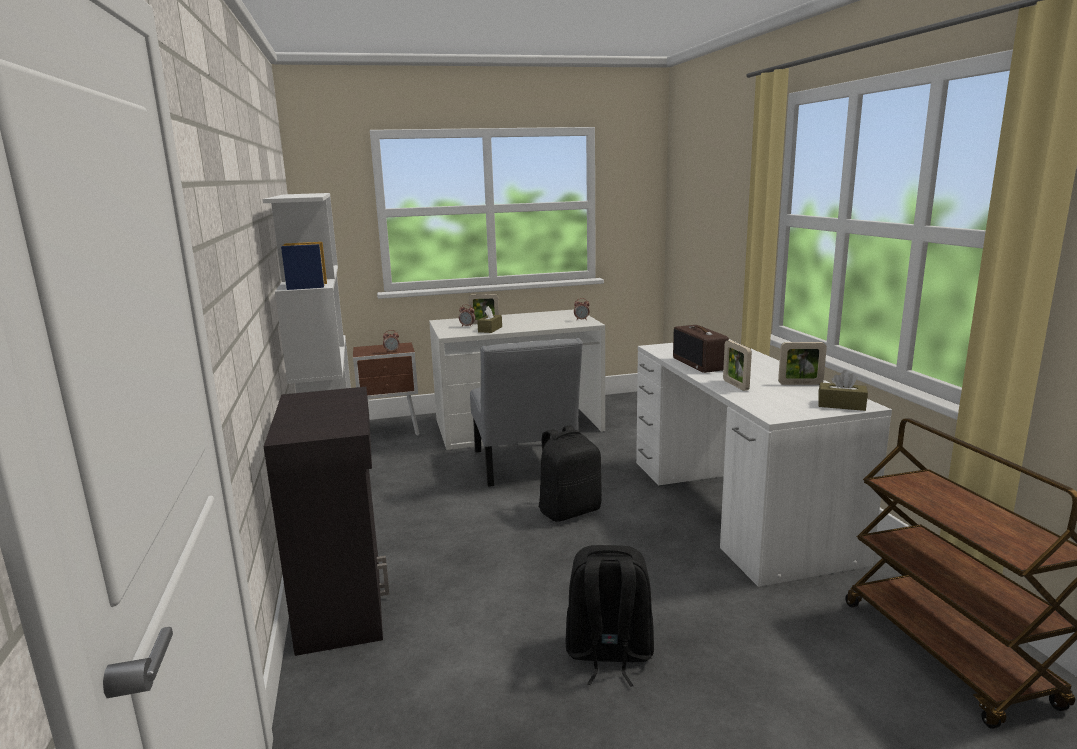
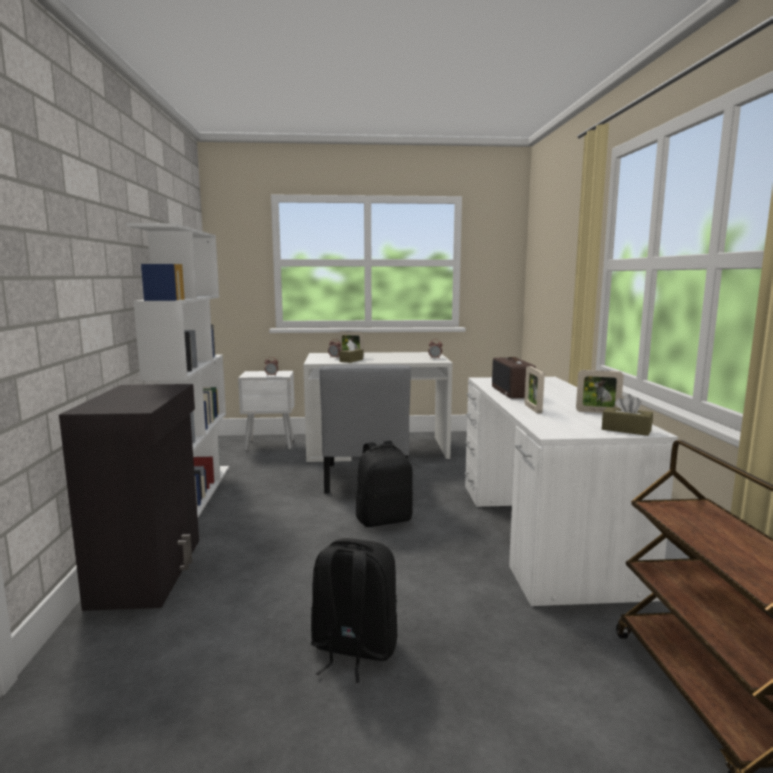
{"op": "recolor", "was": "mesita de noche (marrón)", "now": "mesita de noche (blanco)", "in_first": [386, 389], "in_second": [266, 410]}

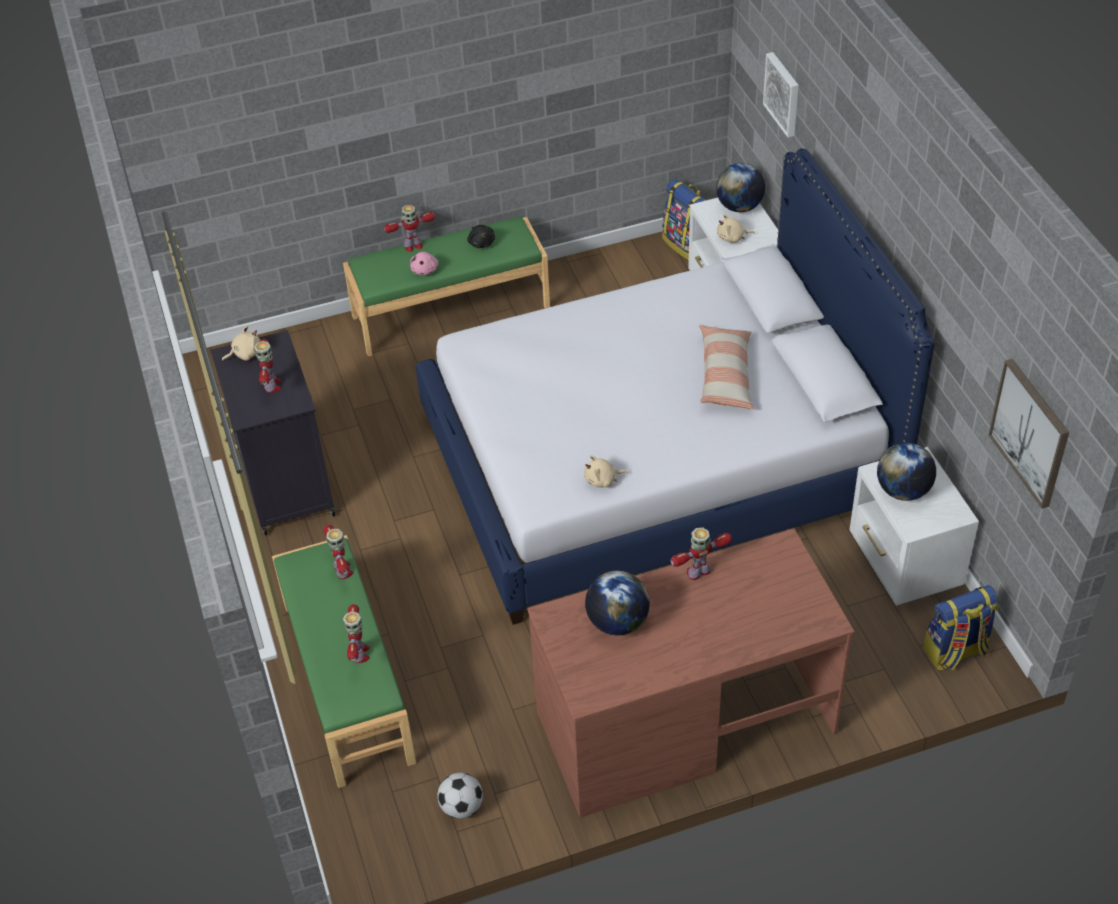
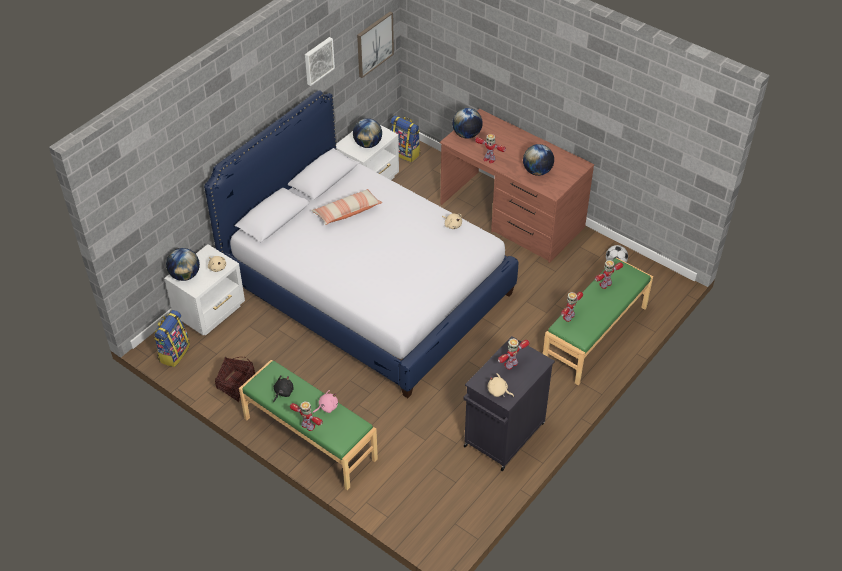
{"op": "insert", "now": "cesta", "in_second": [235, 379]}
{"op": "insert", "now": "globo terráqueo", "in_second": [467, 123]}
{"op": "move", "was": "cuadro", "in_first": [781, 94], "in_second": [320, 61]}

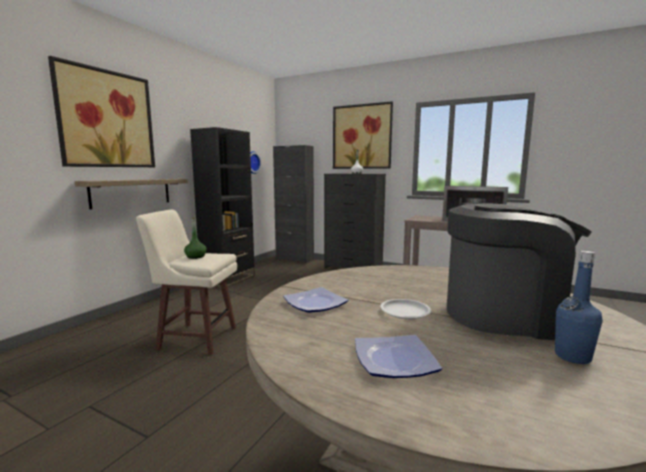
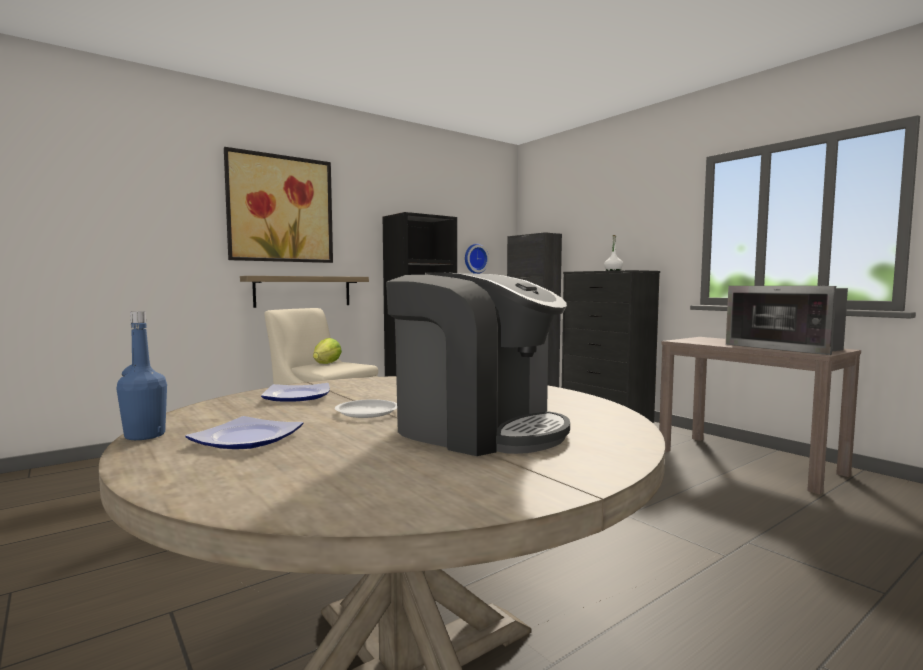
{"op": "delete", "was": "cuadro", "in_first": [363, 135]}
{"op": "move", "was": "botella (azul)", "in_first": [579, 307], "in_second": [141, 375]}
{"op": "replace", "was": "botella (verde)", "now": "lechuga", "in_first": [195, 238], "in_second": [327, 351]}

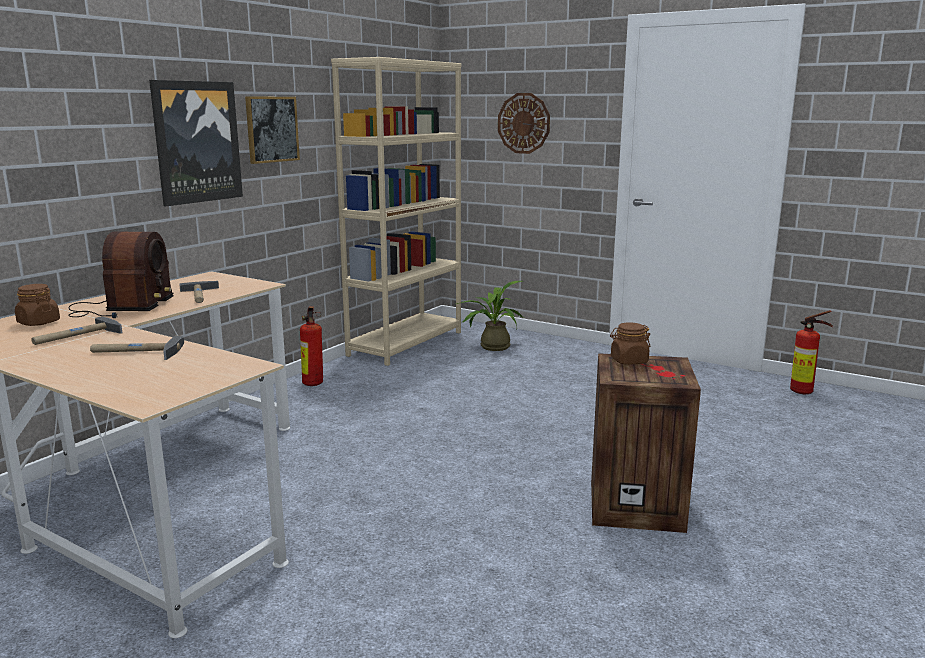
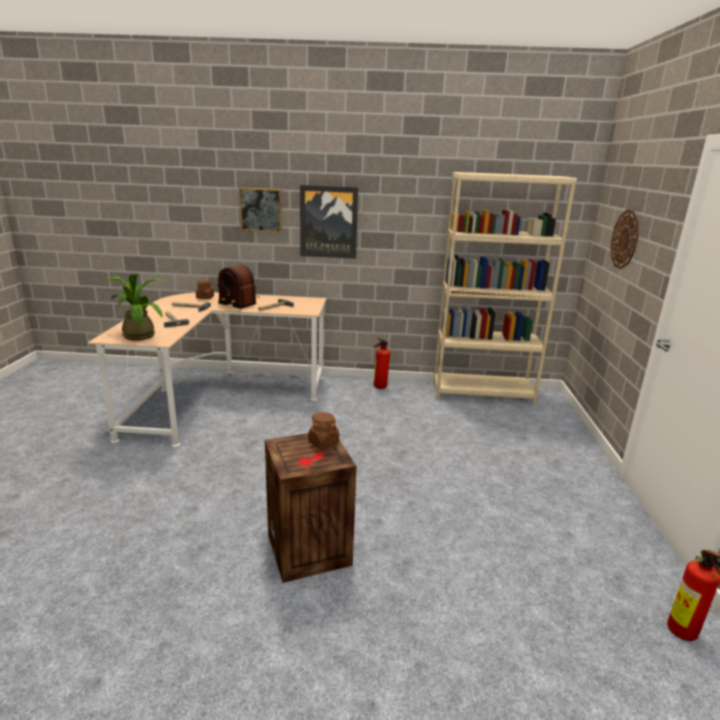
{"op": "move", "was": "cuadro", "in_first": [272, 130], "in_second": [260, 210]}
{"op": "move", "was": "planta en maceta", "in_first": [490, 316], "in_second": [134, 307]}
{"op": "rotate", "was": "radio", "in_first": [121, 275], "in_second": [239, 287], "clockwise": 60}

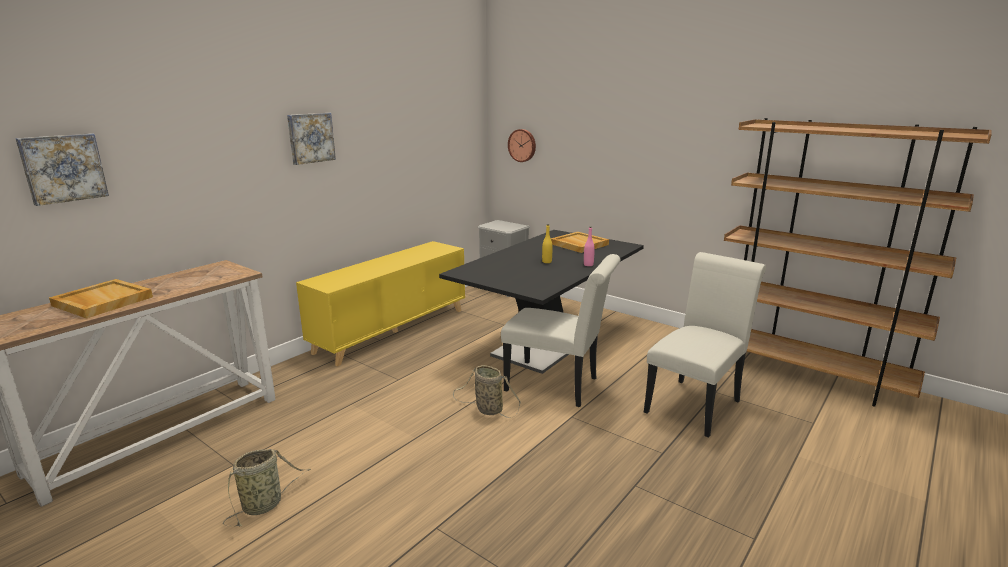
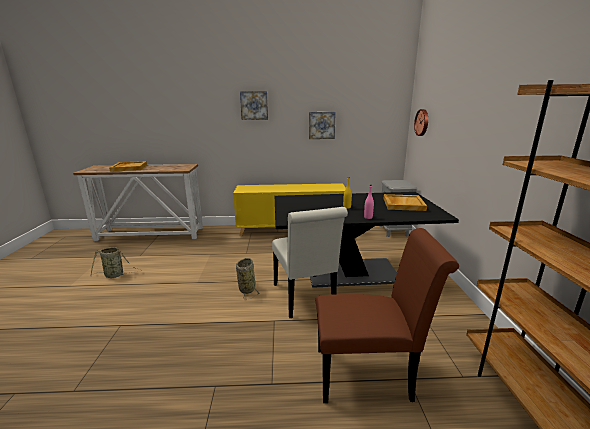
{"op": "move", "was": "cuadro", "in_first": [62, 169], "in_second": [322, 125]}
{"op": "recolor", "was": "silla (blanco)", "now": "silla (marrón)", "in_first": [705, 345], "in_second": [387, 315]}

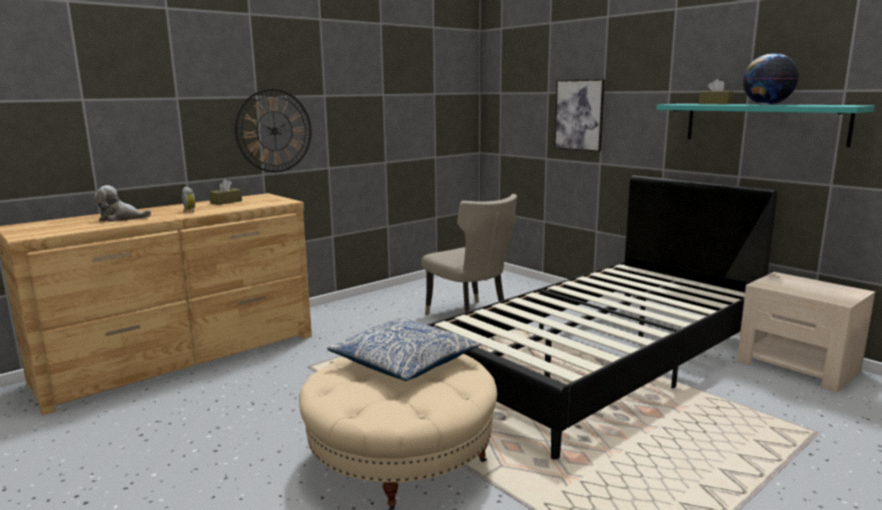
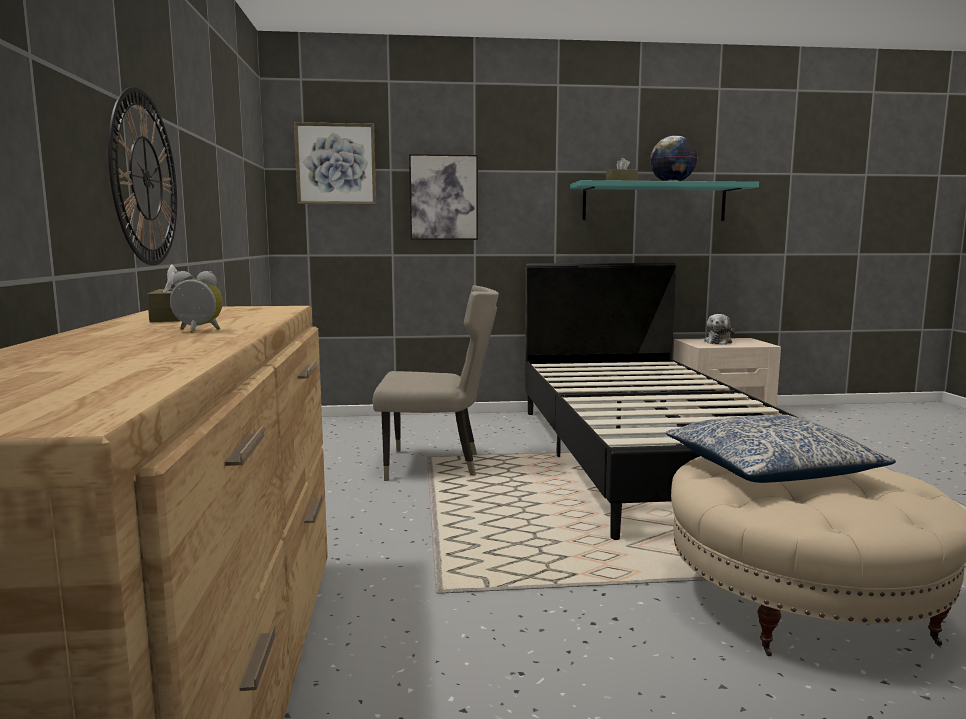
{"op": "insert", "now": "cuadro", "in_second": [335, 163]}
{"op": "move", "was": "peluche", "in_first": [122, 203], "in_second": [719, 329]}

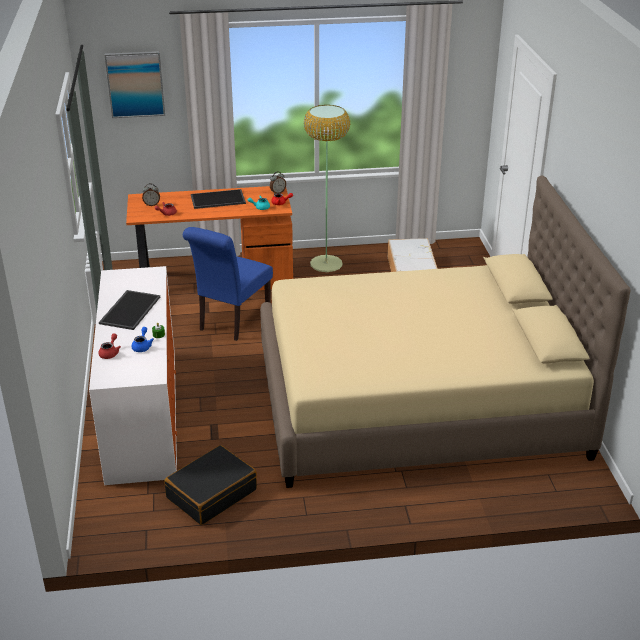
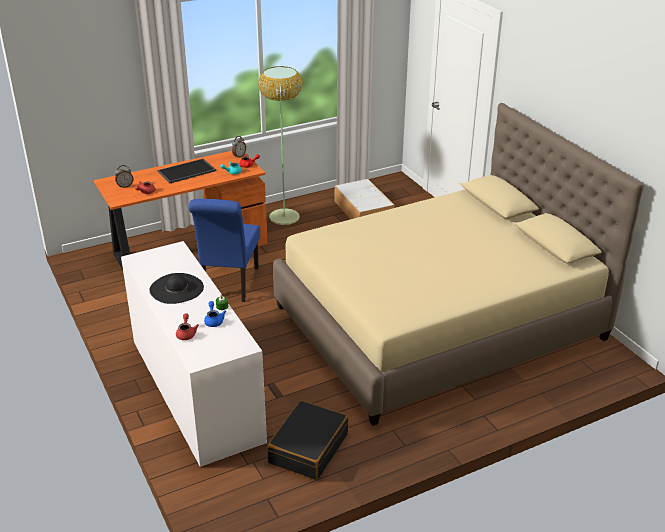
{"op": "delete", "was": "cuadro", "in_first": [135, 84]}
{"op": "replace", "was": "bandeja", "now": "sombrero (negro)", "in_first": [129, 310], "in_second": [177, 288]}

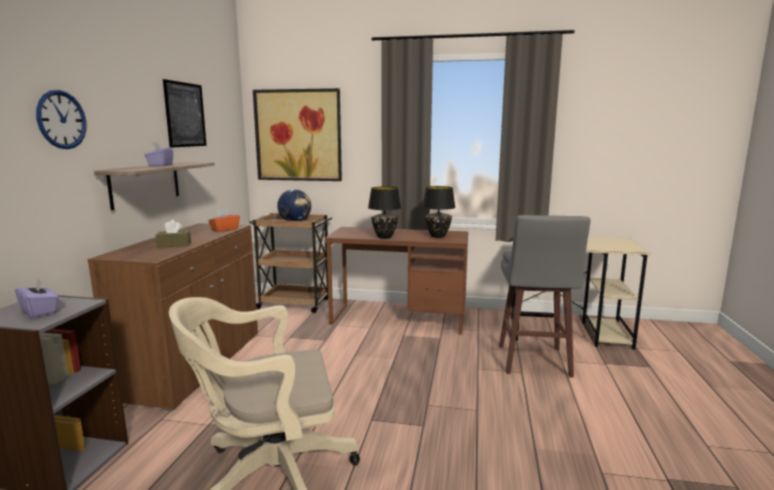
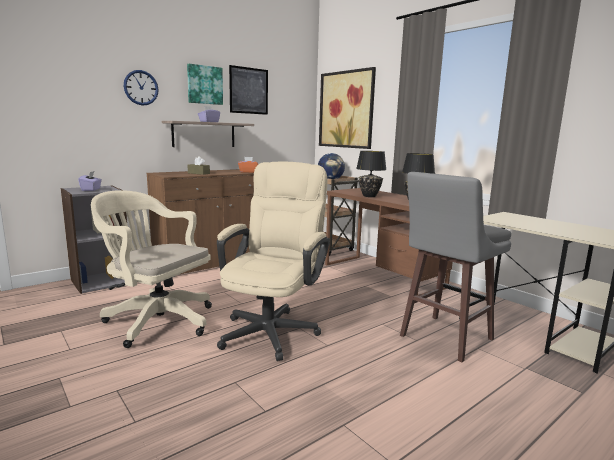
{"op": "insert", "now": "cuadro", "in_second": [205, 84]}
{"op": "insert", "now": "silla de oficina (beis)", "in_second": [273, 261]}

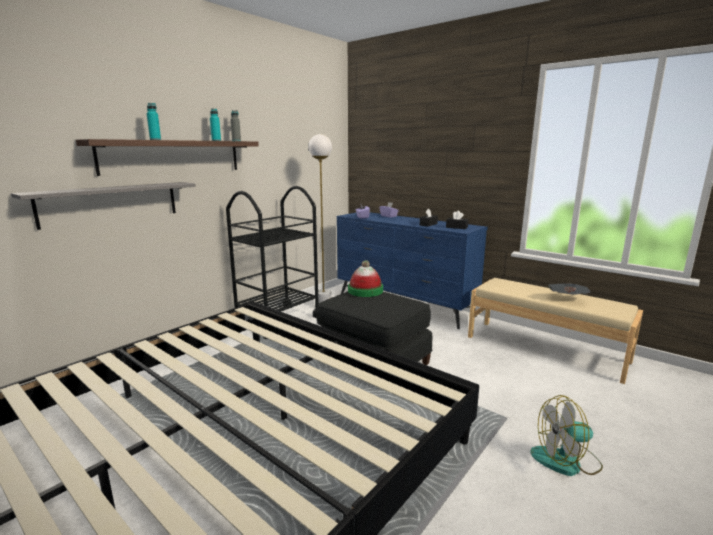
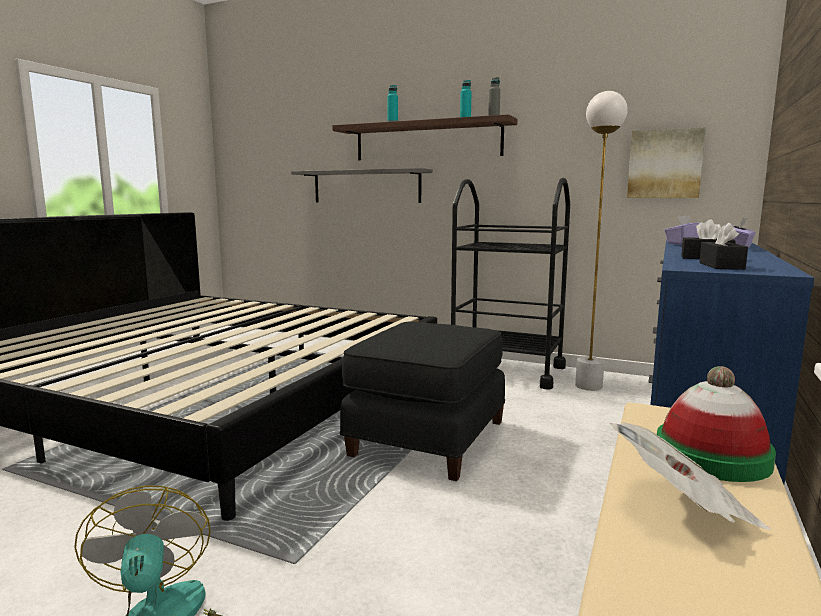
{"op": "insert", "now": "cuadro", "in_second": [666, 162]}
{"op": "move", "was": "sombrero", "in_first": [365, 278], "in_second": [716, 424]}

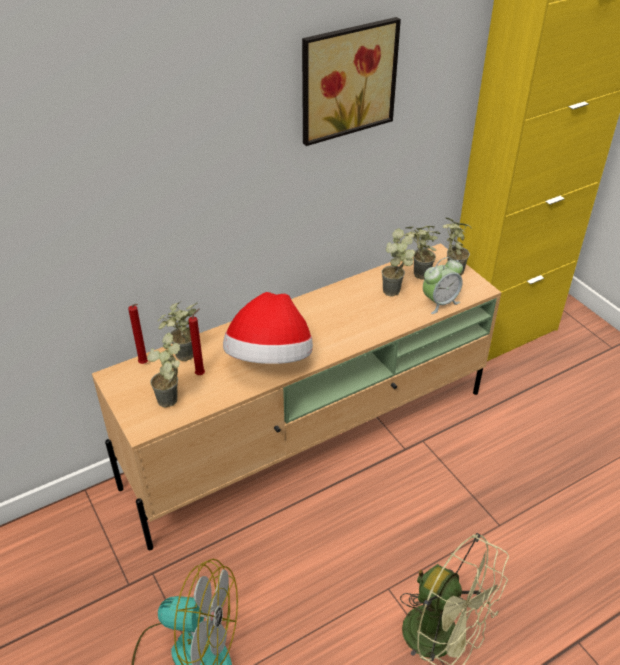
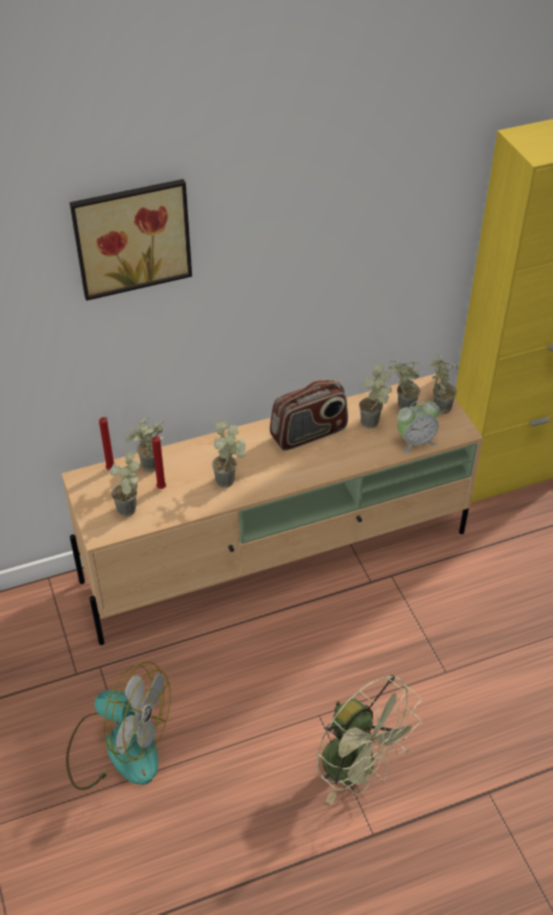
{"op": "insert", "now": "radio", "in_second": [309, 415]}
{"op": "move", "was": "cuadro", "in_first": [351, 81], "in_second": [131, 240]}
{"op": "replace", "was": "sombrero", "now": "planta en maceta", "in_first": [268, 328], "in_second": [229, 454]}

